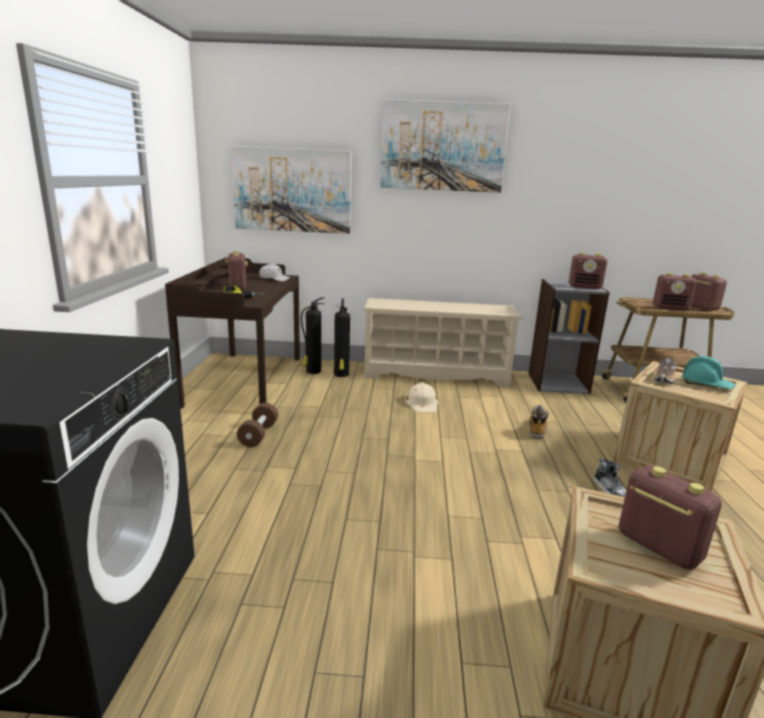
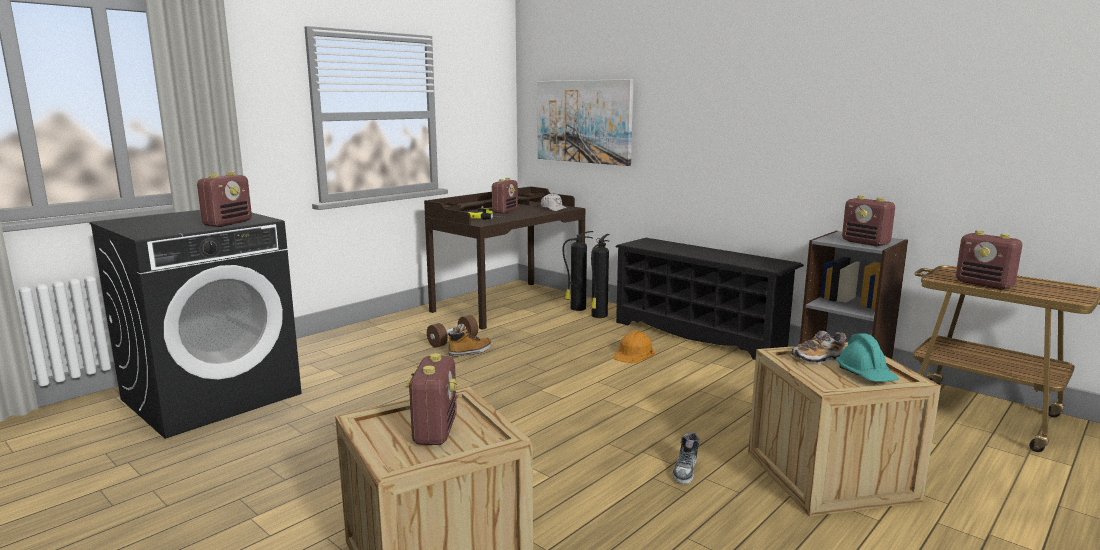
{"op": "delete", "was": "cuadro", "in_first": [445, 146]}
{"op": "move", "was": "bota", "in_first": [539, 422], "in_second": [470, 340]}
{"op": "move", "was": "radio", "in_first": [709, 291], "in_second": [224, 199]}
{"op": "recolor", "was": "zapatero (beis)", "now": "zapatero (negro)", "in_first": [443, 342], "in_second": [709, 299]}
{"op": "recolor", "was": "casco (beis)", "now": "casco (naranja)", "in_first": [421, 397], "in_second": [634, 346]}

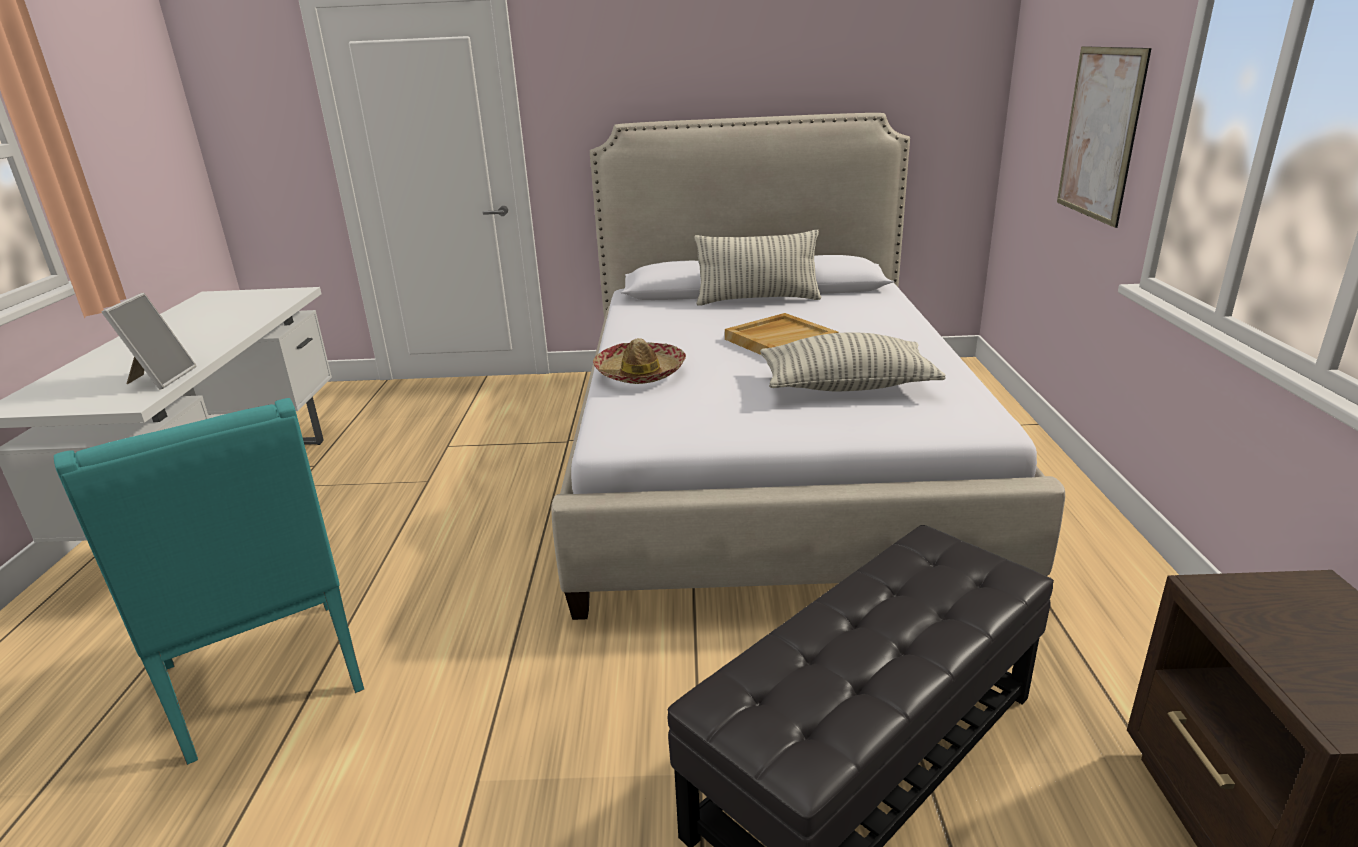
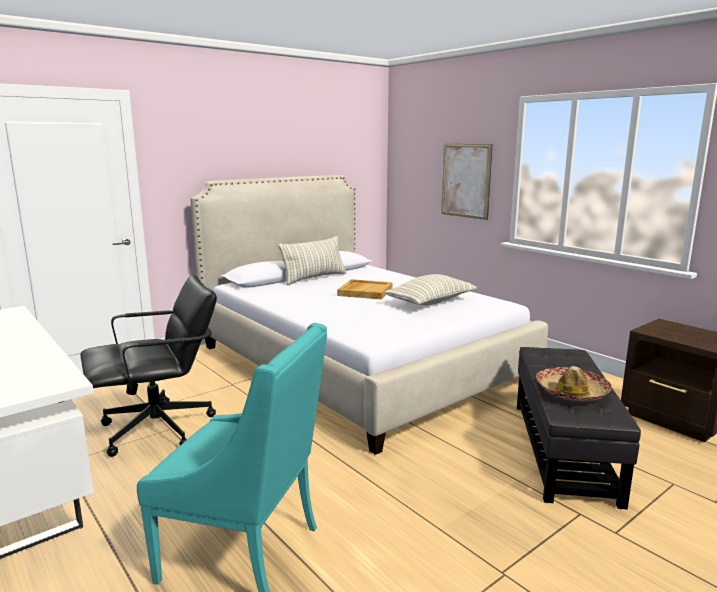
{"op": "delete", "was": "portarretratos", "in_first": [149, 341]}
{"op": "insert", "now": "silla de oficina (negro)", "in_second": [148, 366]}
{"op": "move", "was": "sombrero", "in_first": [639, 361], "in_second": [574, 383]}

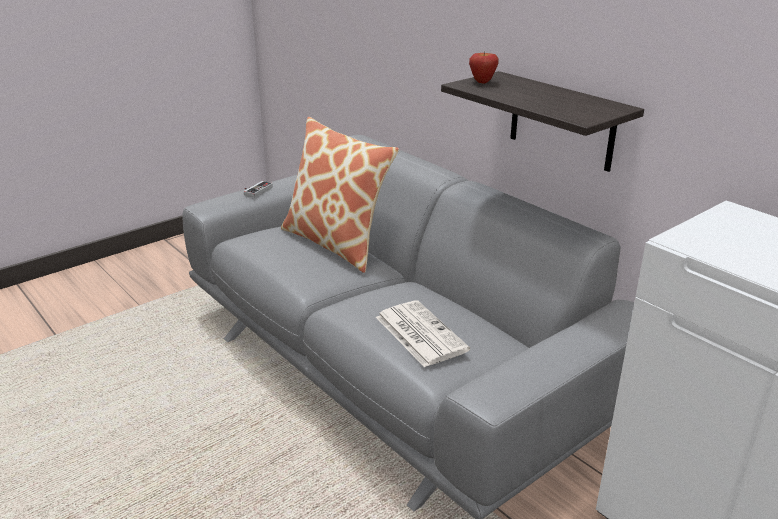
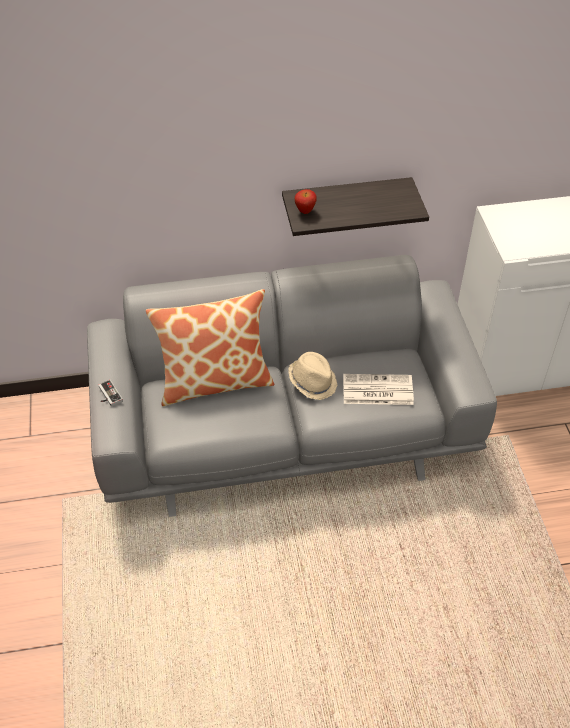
{"op": "insert", "now": "sombrero (beis)", "in_second": [312, 376]}

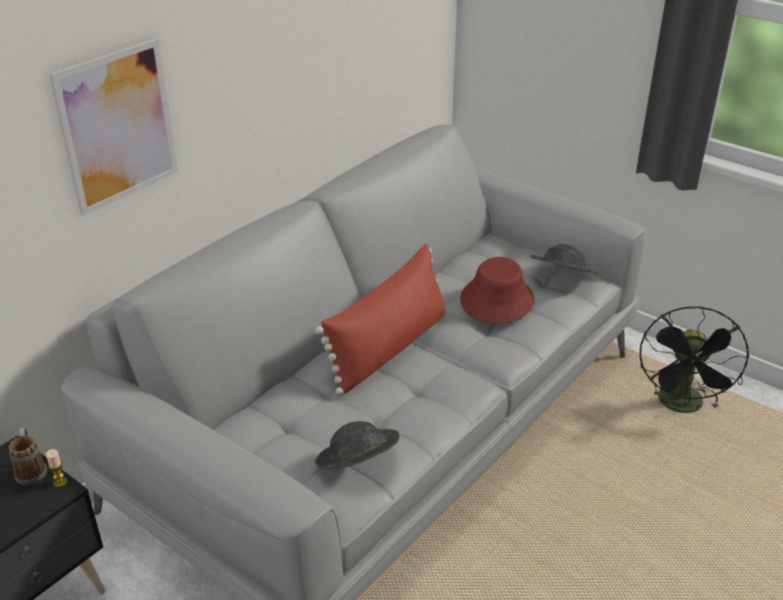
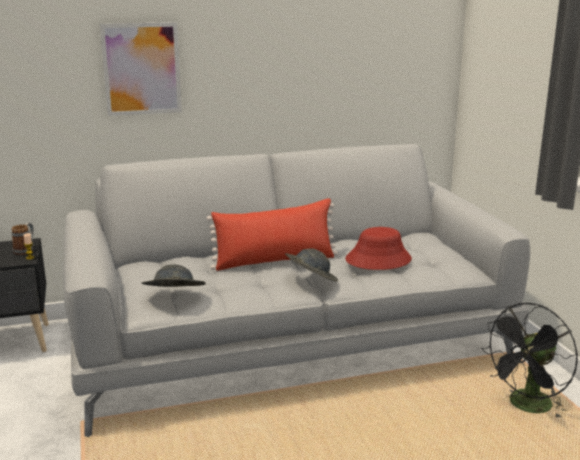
{"op": "move", "was": "sombrero (gris)", "in_first": [564, 259], "in_second": [311, 264]}

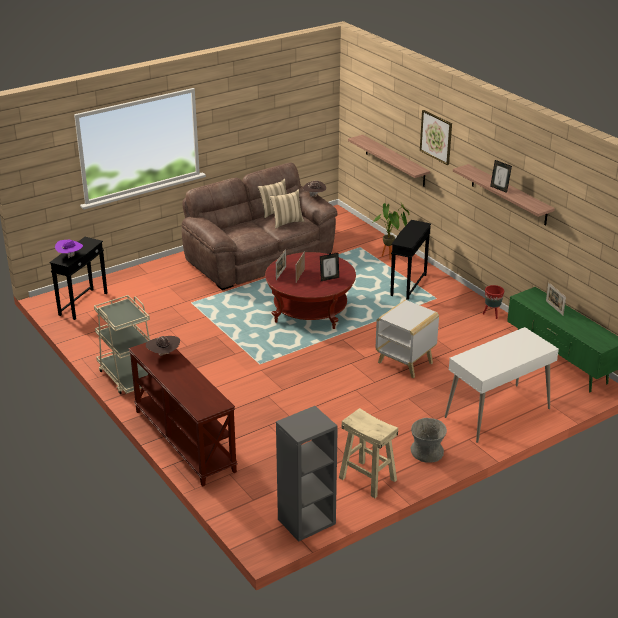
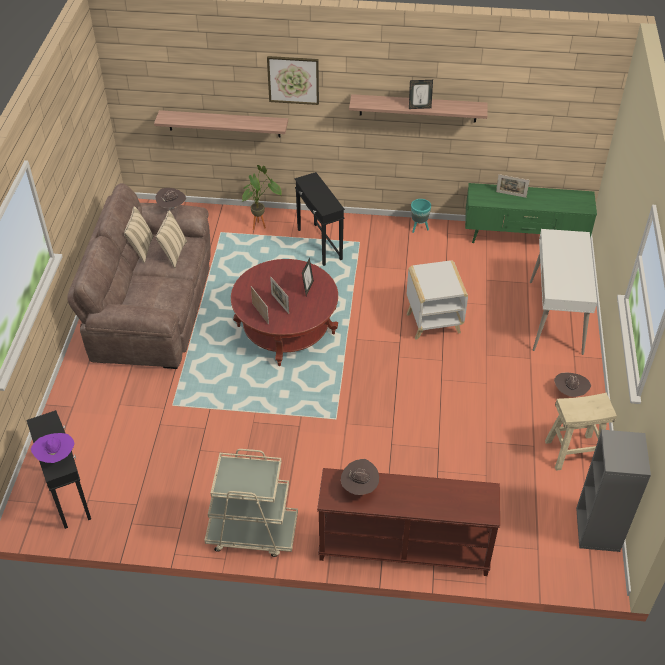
{"op": "replace", "was": "florero (gris)", "now": "sombrero (marrón)", "in_first": [428, 440], "in_second": [572, 384]}
{"op": "recolor", "was": "maceta (rojo)", "now": "maceta (turquesa)", "in_first": [493, 302], "in_second": [421, 216]}

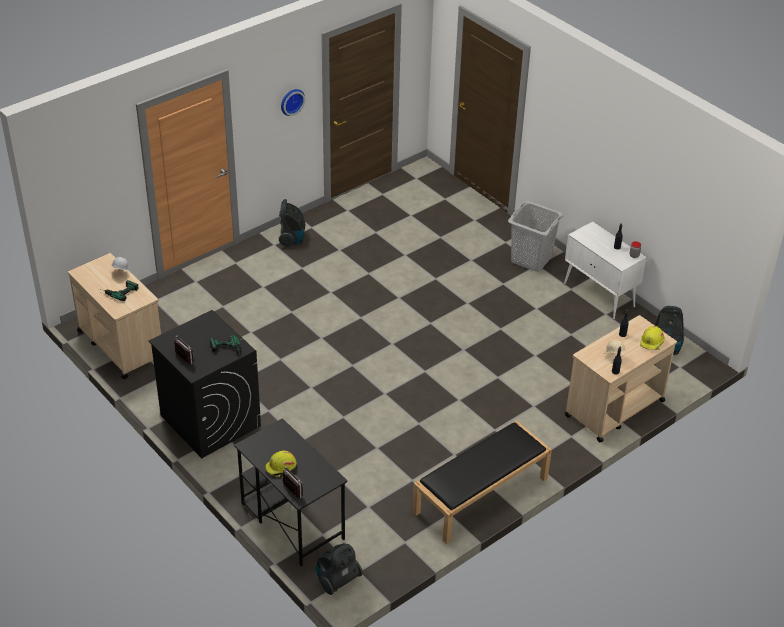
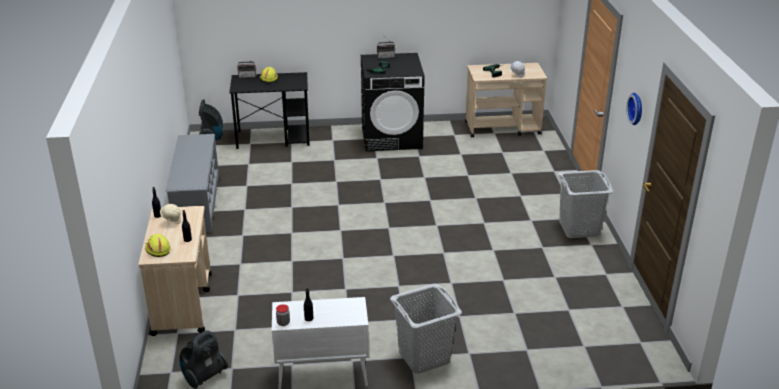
{"op": "replace", "was": "aspiradora", "now": "cesto de la ropa (gris)", "in_first": [292, 223], "in_second": [585, 204]}
{"op": "replace", "was": "banco (negro)", "now": "zapatero (gris)", "in_first": [482, 482], "in_second": [192, 183]}

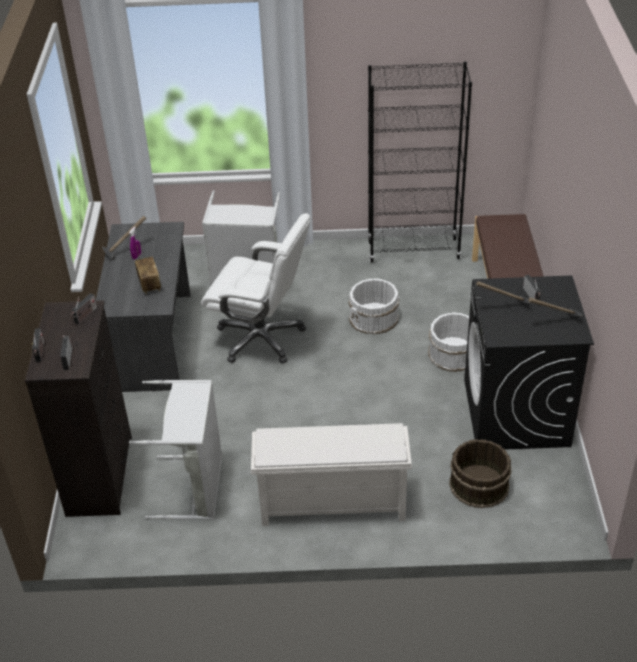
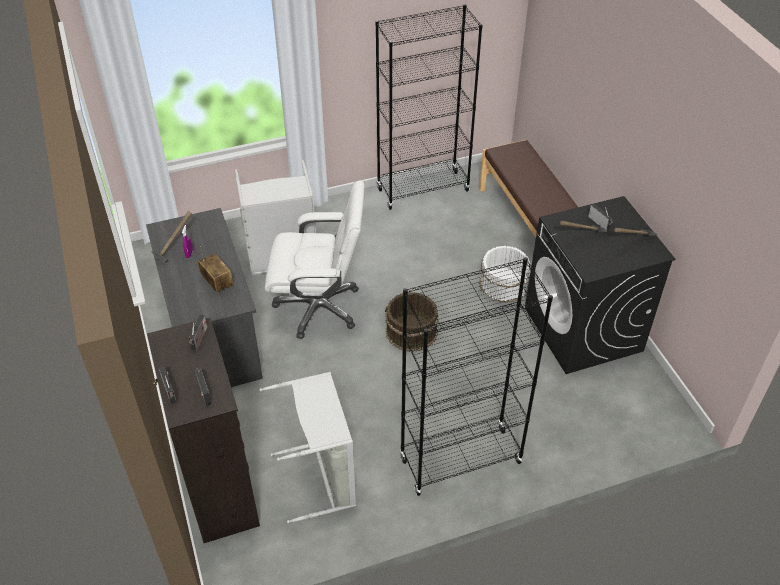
{"op": "delete", "was": "cubo (blanco)", "in_first": [373, 306]}
{"op": "move", "was": "cubo (marrón)", "in_first": [480, 473], "in_second": [412, 322]}
{"op": "replace", "was": "zapatero (blanco)", "now": "estantería (negro)", "in_first": [331, 474], "in_second": [476, 376]}

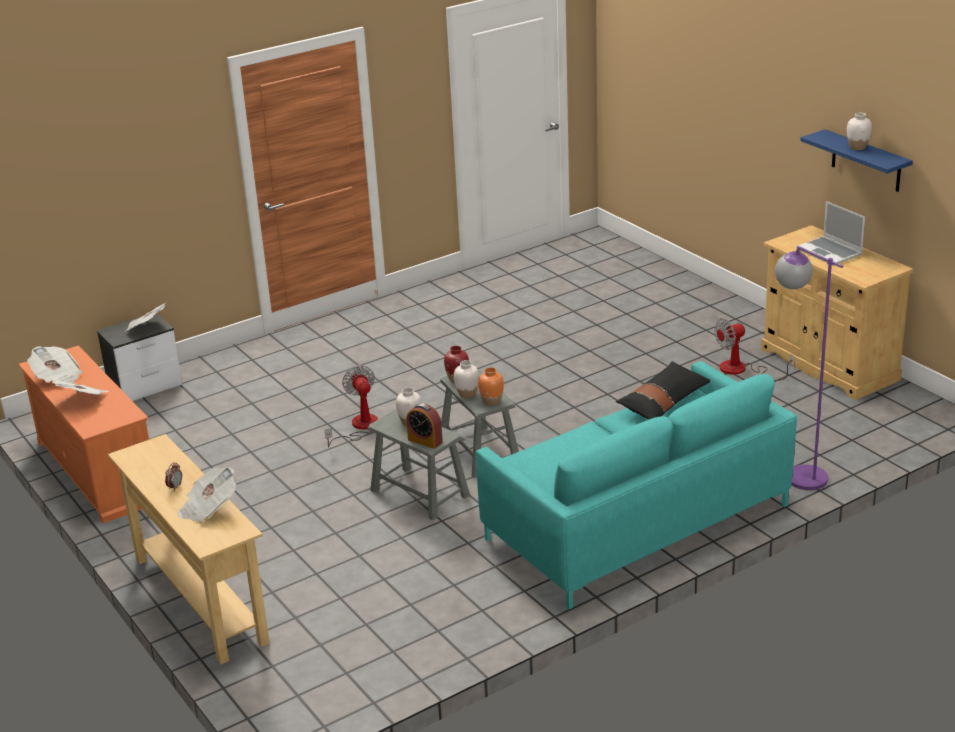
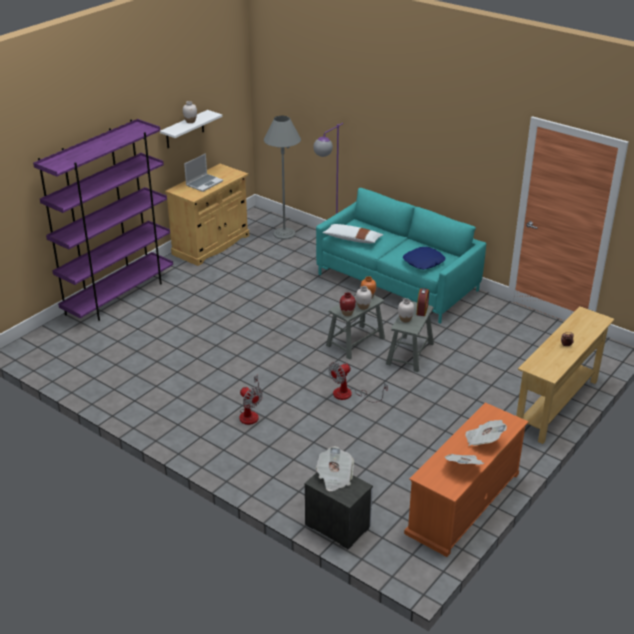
{"op": "delete", "was": "periódico", "in_first": [206, 495]}
{"op": "insert", "now": "estantería (morado)", "in_second": [103, 220]}
{"op": "insert", "now": "lámpara de pie (gris)", "in_second": [282, 178]}
{"op": "insert", "now": "cojín (azul)", "in_second": [424, 258]}
{"op": "move", "was": "ventilador", "in_first": [755, 349], "in_second": [251, 400]}
{"op": "recolor", "was": "cojín (negro)", "now": "cojín (blanco)", "in_first": [663, 390], "in_second": [353, 234]}
{"op": "recolor", "was": "estante (azul)", "now": "estante (blanco)", "in_first": [856, 160], "in_second": [191, 129]}

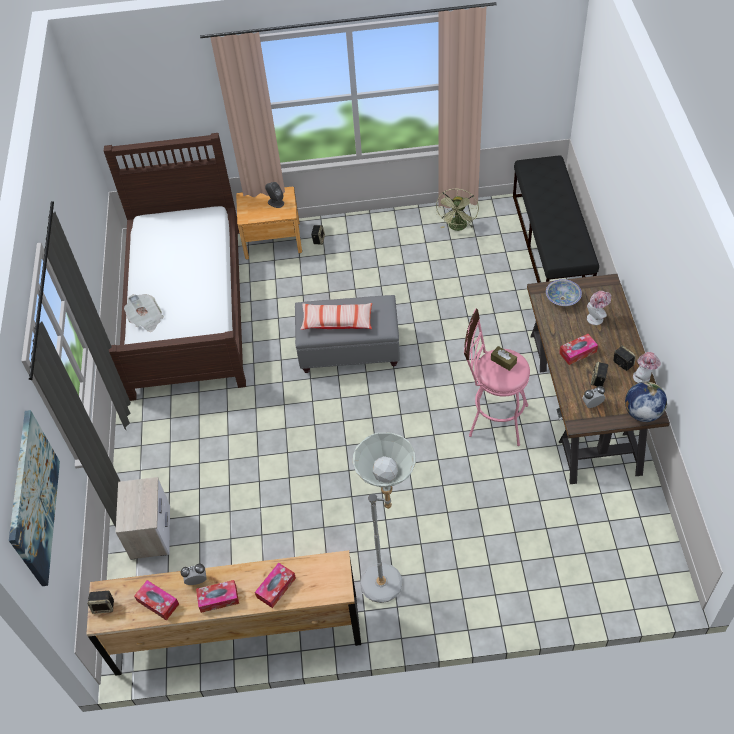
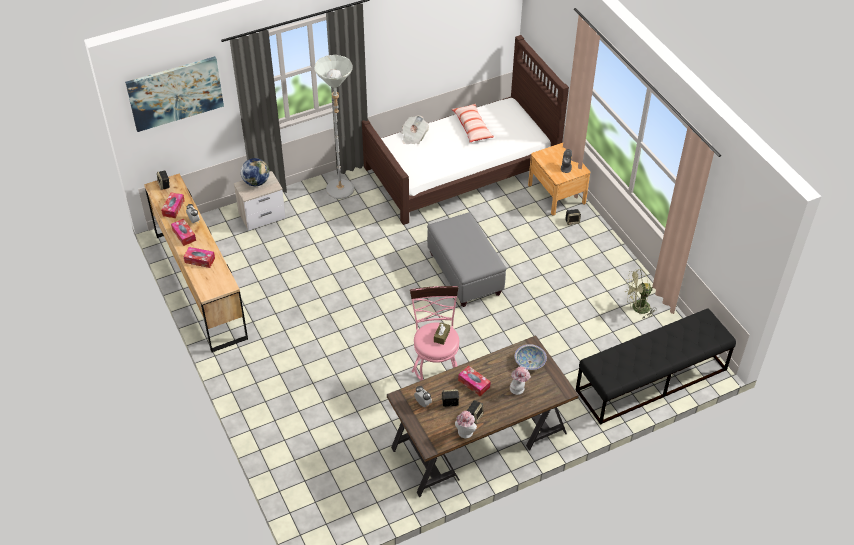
{"op": "move", "was": "cojín", "in_first": [336, 316], "in_second": [473, 123]}
{"op": "move", "was": "lámpara de pie (gris)", "in_first": [384, 518], "in_second": [334, 127]}
{"op": "move", "was": "globo terráqueo", "in_first": [646, 401], "in_second": [255, 172]}

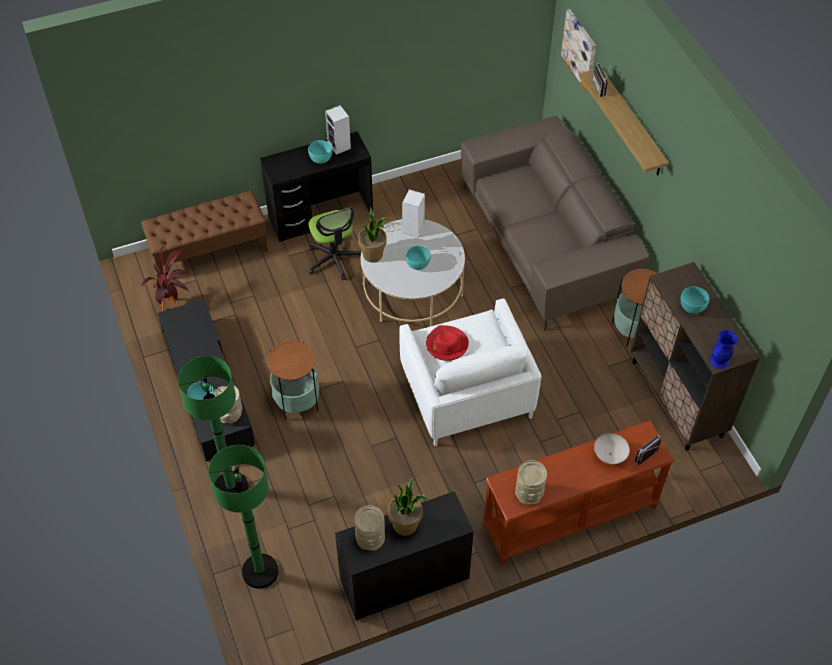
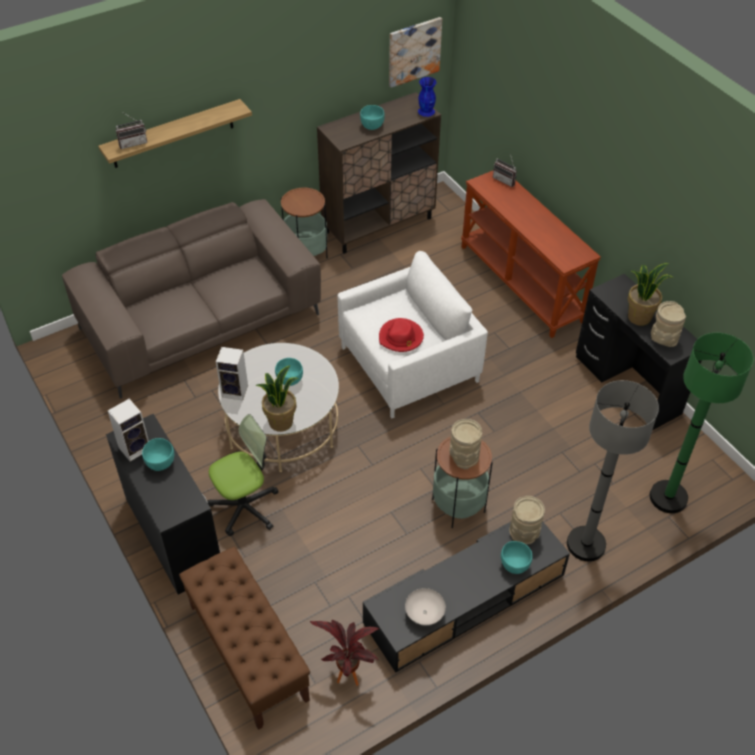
{"op": "move", "was": "florero (beis)", "in_first": [531, 482], "in_second": [466, 444]}
{"op": "move", "was": "cuadro", "in_first": [578, 50], "in_second": [415, 52]}
{"op": "move", "was": "cuenco (blanco)", "in_first": [612, 448], "in_second": [425, 606]}
{"op": "recolor", "was": "lámpara de pie (verde)", "now": "lámpara de pie (gris)", "in_first": [213, 424], "in_second": [613, 470]}

